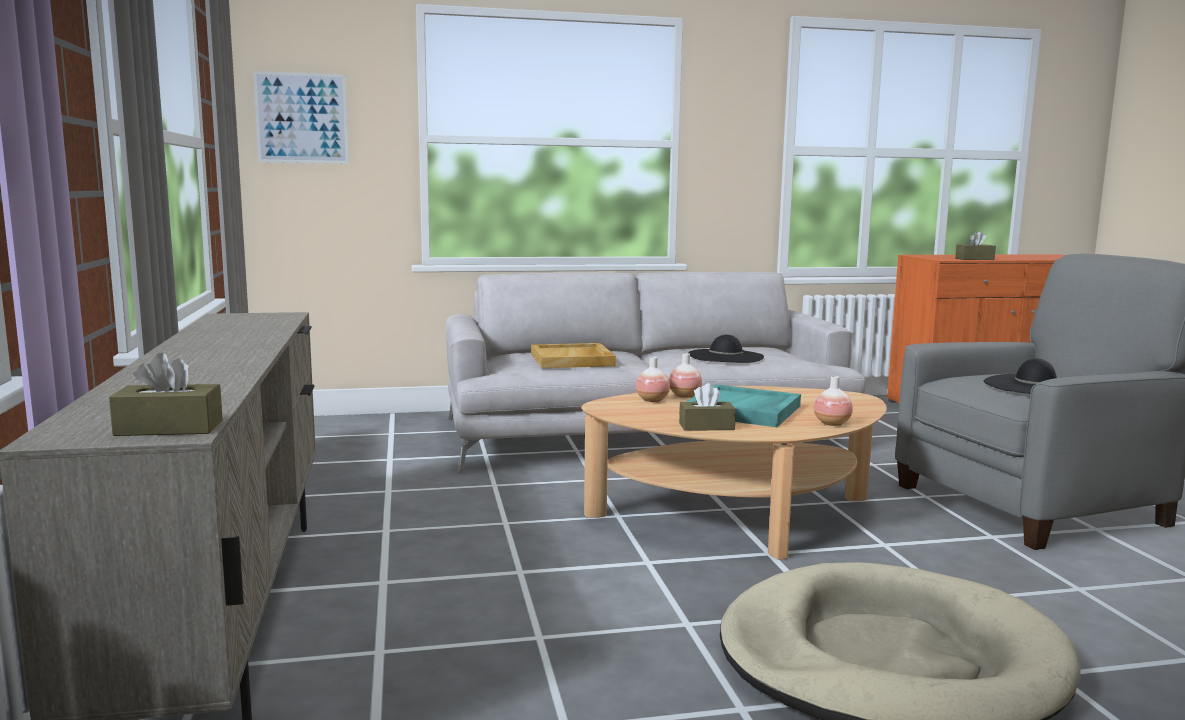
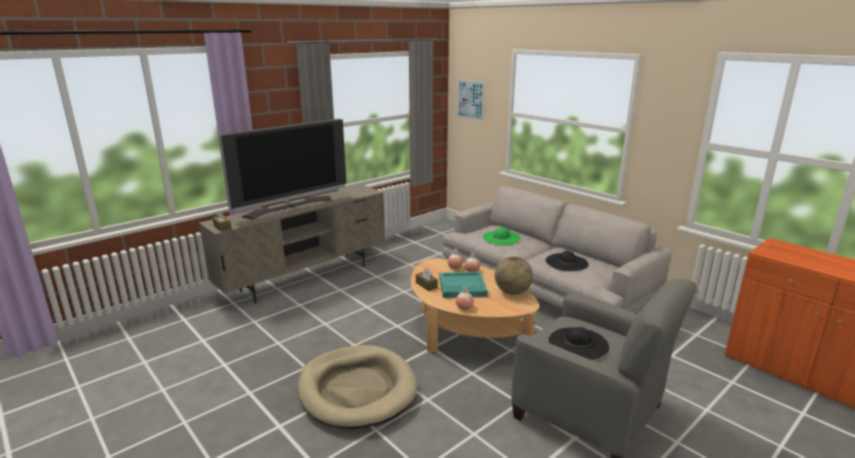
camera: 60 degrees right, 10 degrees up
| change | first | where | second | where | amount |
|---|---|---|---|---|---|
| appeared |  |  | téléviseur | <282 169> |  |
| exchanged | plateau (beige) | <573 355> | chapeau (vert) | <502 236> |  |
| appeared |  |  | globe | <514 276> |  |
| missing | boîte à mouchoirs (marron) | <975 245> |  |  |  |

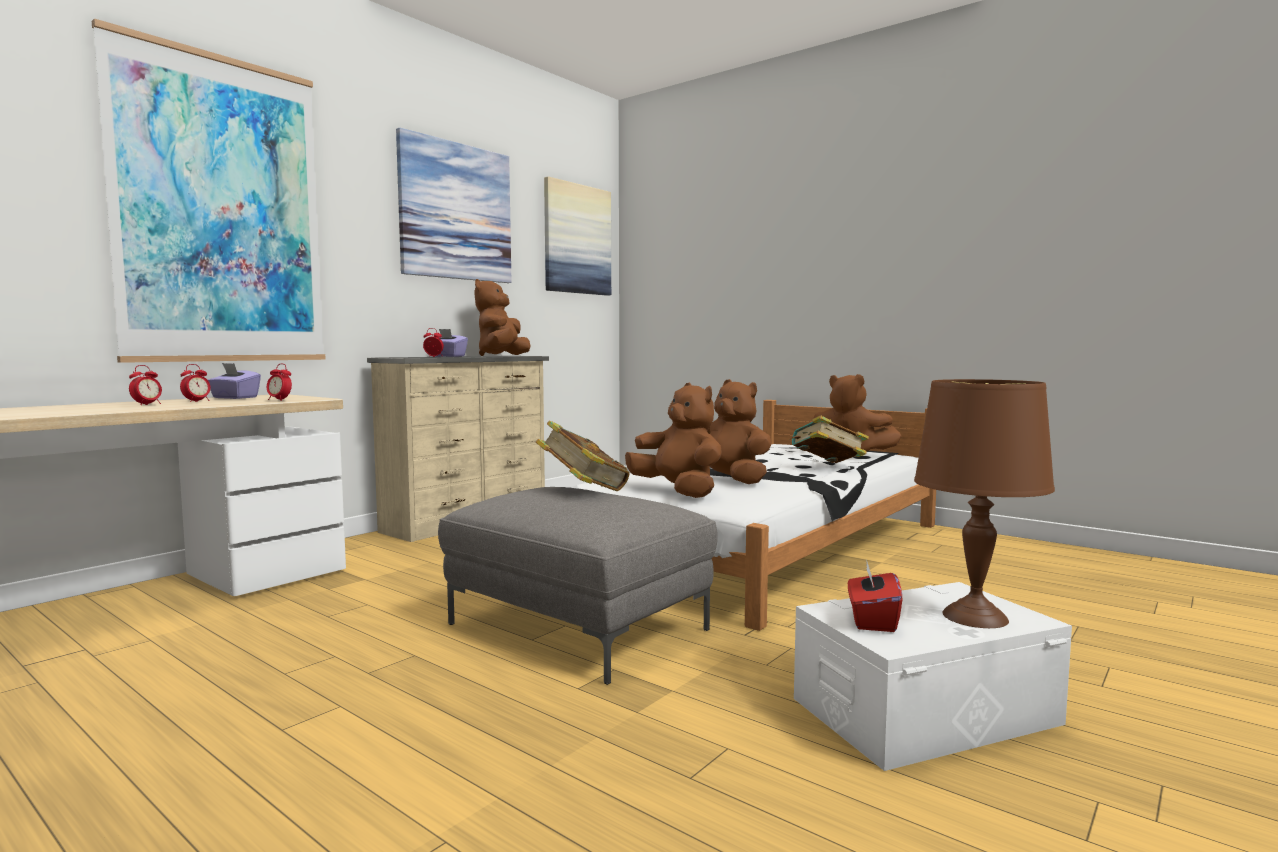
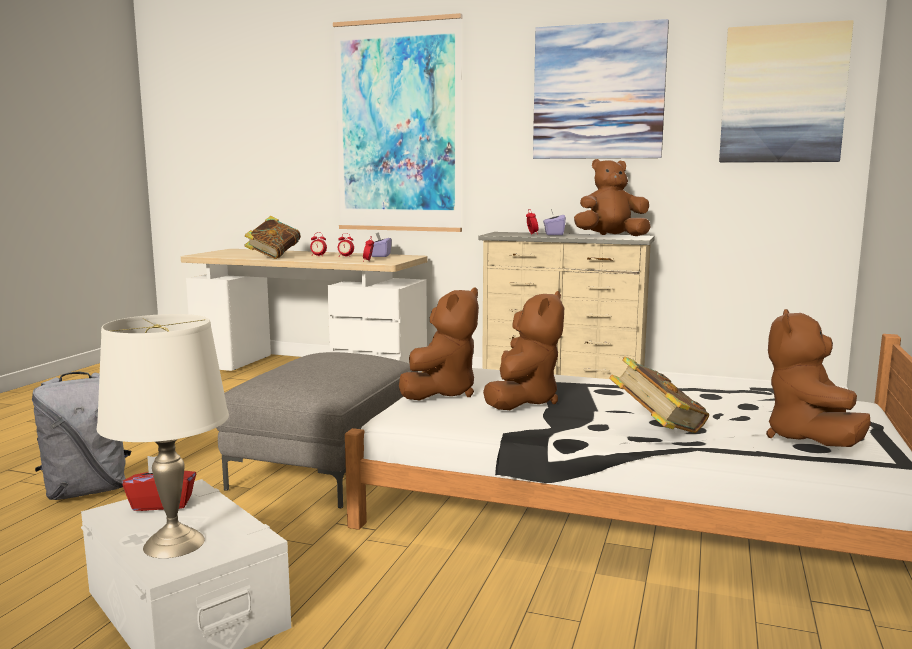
camera: 70 degrees right, 5 degrees up
| change | first | where | second | where | amount |
|---|---|---|---|---|---|
| appeared |  |  | sac à dos (gris) | <81 436> |  |
| colour | lampe de table (marron) | <984 503> | lampe de table (blanc) | <163 436> |  |
| relocated | livre | <583 455> |  | <272 237> |  |

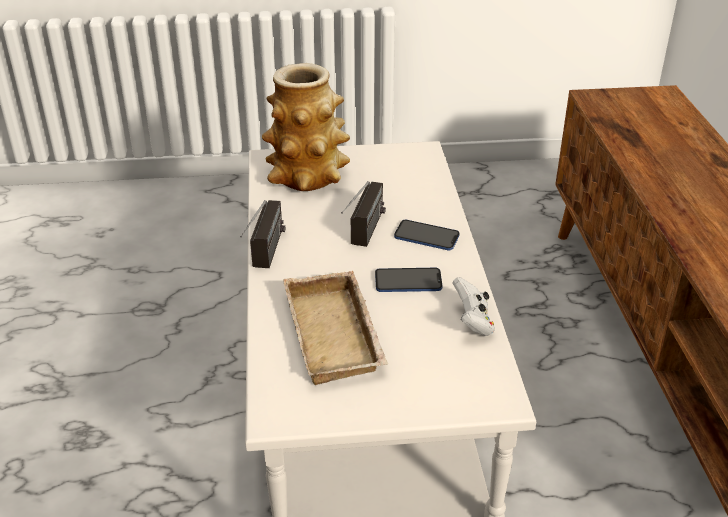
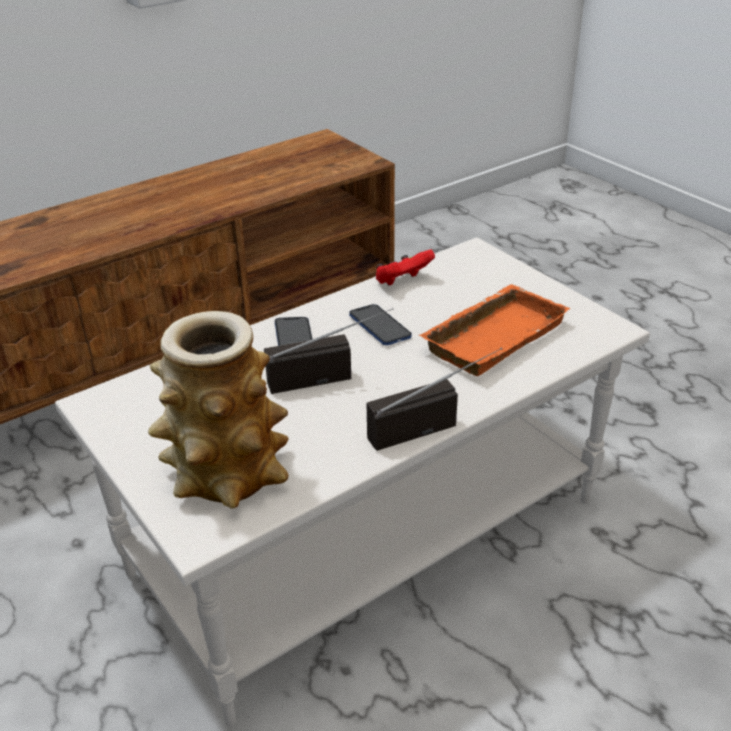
camera: 120 degrees left, 0 degrees up
| change | first | where | second | where | amount |
|---|---|---|---|---|---|
| colour | manette (blanc) | <474 306> | manette (rouge) | <405 267> |  |
| colour | plateau (beige) | <335 328> | plateau (orange) | <494 330> |  |

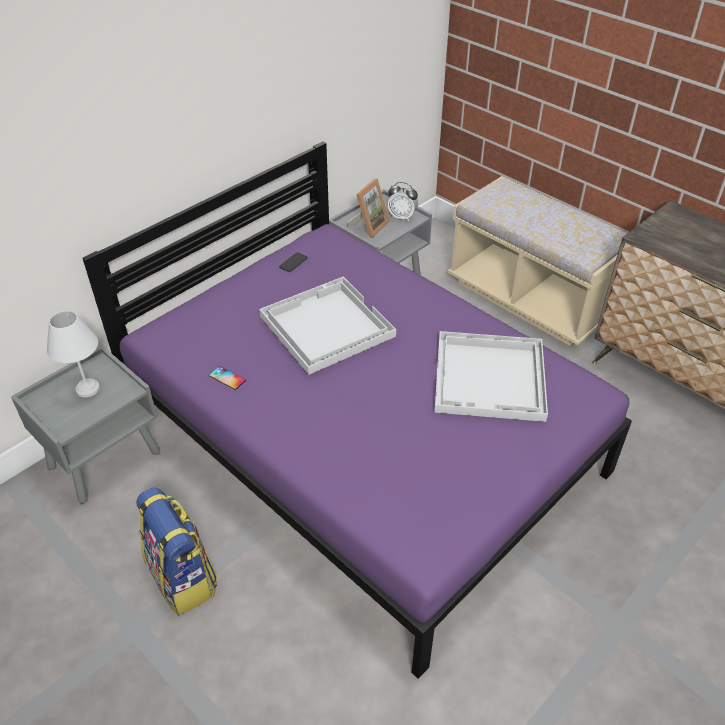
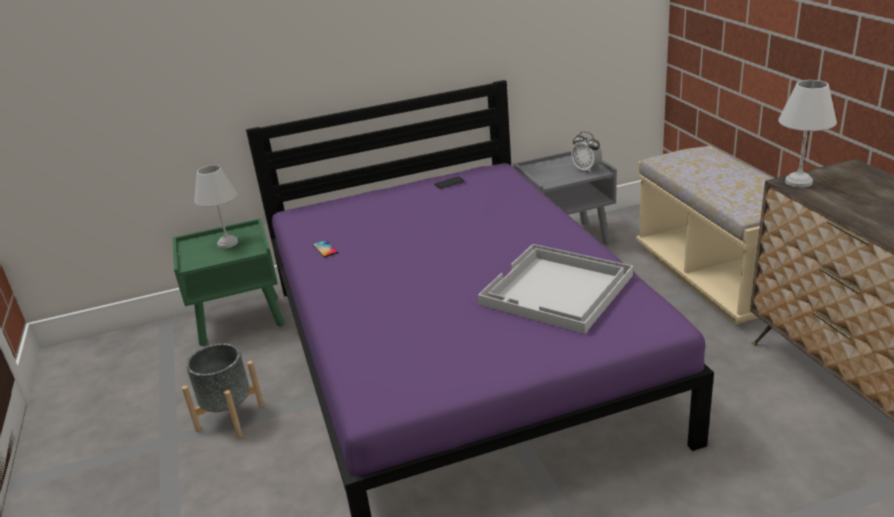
camera: 30 degrees right, 15 degrees down
| change | first | where | second | where | amount |
|---|---|---|---|---|---|
| colour | table de chevet (gris) | <85 424> | table de chevet (vert) | <228 282> |  |
| exchanged | sac à dos | <176 551> | cache-pot (gris) | <223 390> |  |
| appeared |  |  | lampe de table (blanc) | <807 134> |  |
| missing | plateau (blanc) | <327 326> |  |  |  |
| missing | cadre photo | <368 208> |  |  |  |

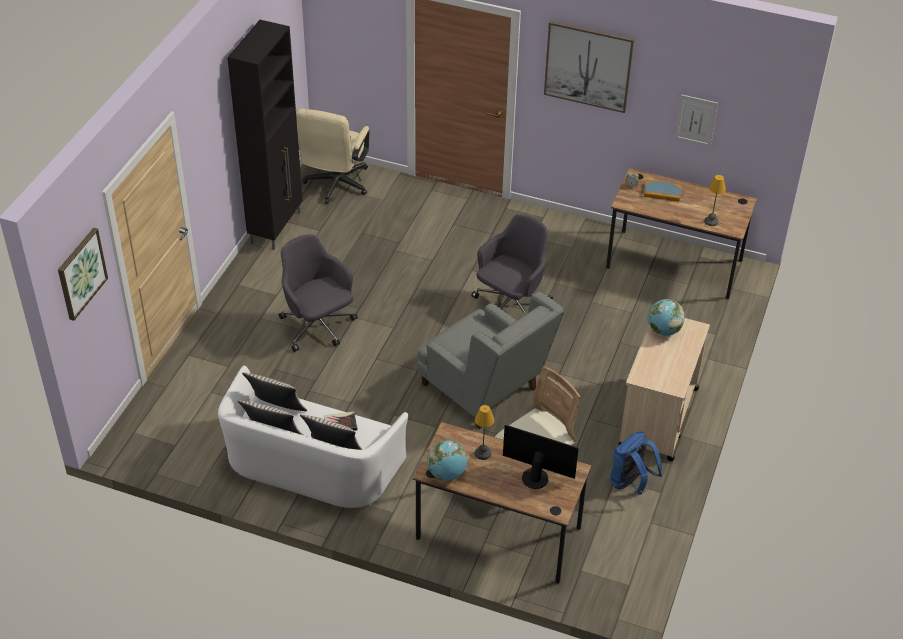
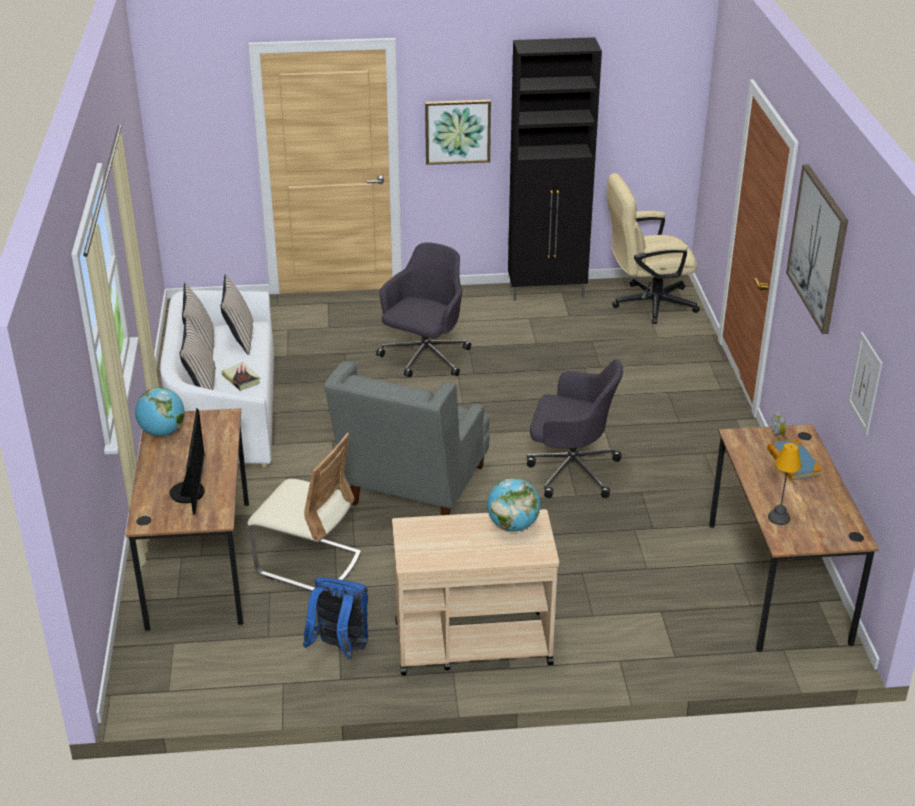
camera: 65 degrees right, 10 degrees down
| change | first | where | second | where | amount |
|---|---|---|---|---|---|
| relocated | tableau | <83 274> |  | <458 132> |  |
| missing | lampe de table | <484 432> |  |  |  |

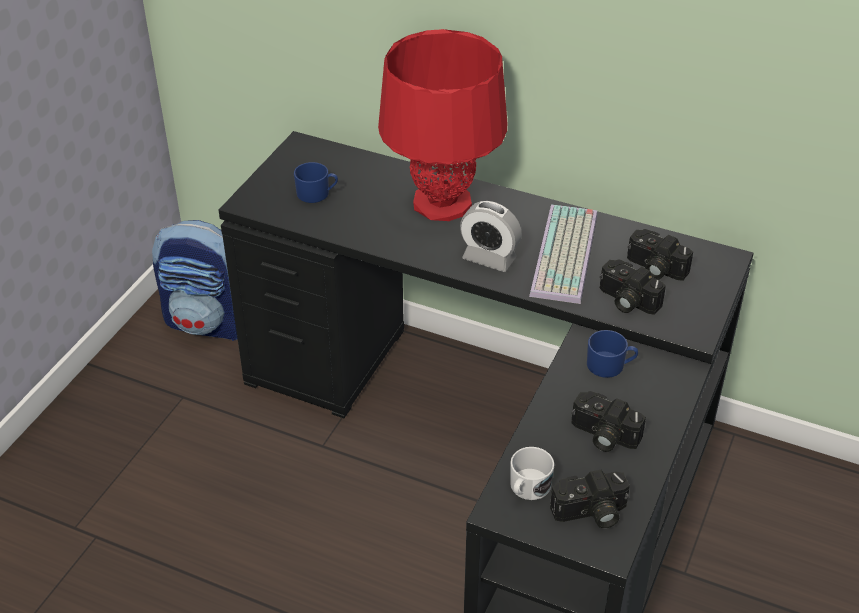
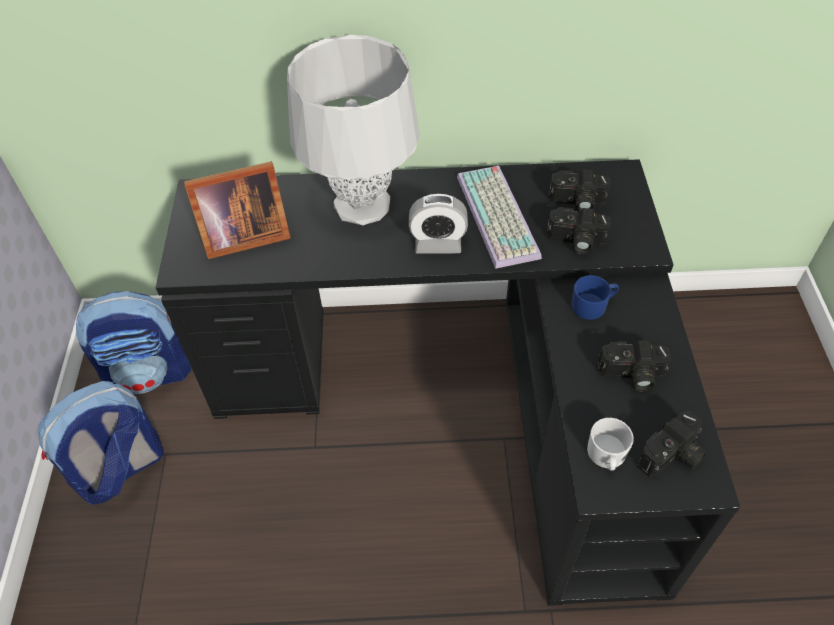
camera: 25 degrees left, 10 degrees up
| change | first | where | second | where | amount |
|---|---|---|---|---|---|
| appeared |  |  | sac à dos | <101 443> |  |
| exchanged | mug (bleu) | <316 182> | cadre photo | <237 210> |  |
| colour | lampe de table (rouge) | <442 125> | lampe de table (gris) | <353 130> |  |

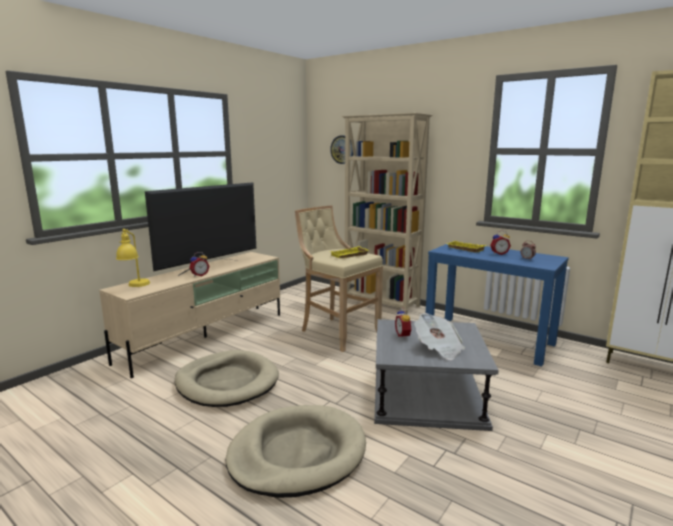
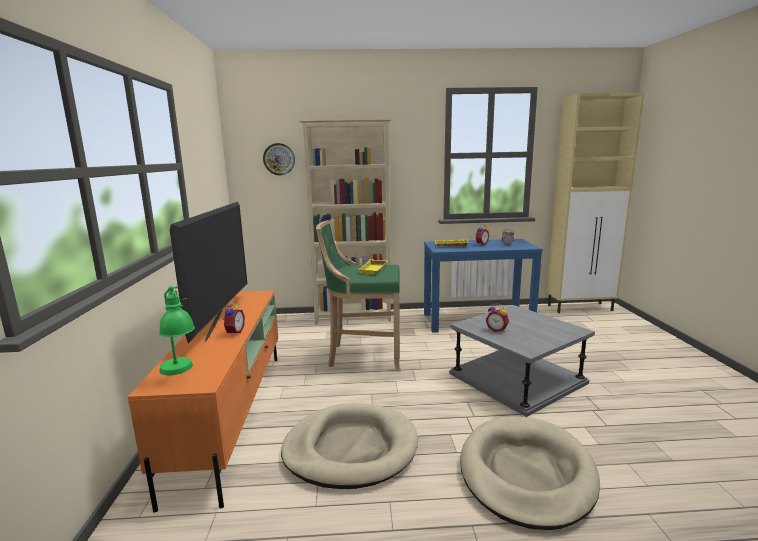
camera: 40 degrees left, 0 degrees up
| change | first | where | second | where | amount |
|---|---|---|---|---|---|
| colour | meuble télé (beige) | <189 315> | meuble télé (orange) | <203 402> |  |
| colour | lampe de table (jaune) | <133 258> | lampe de table (vert) | <177 330> |  |
| colour | tabouret (beige) | <339 279> | tabouret (vert) | <358 295> |  |
| missing | journal | <439 336> |  |  |  |

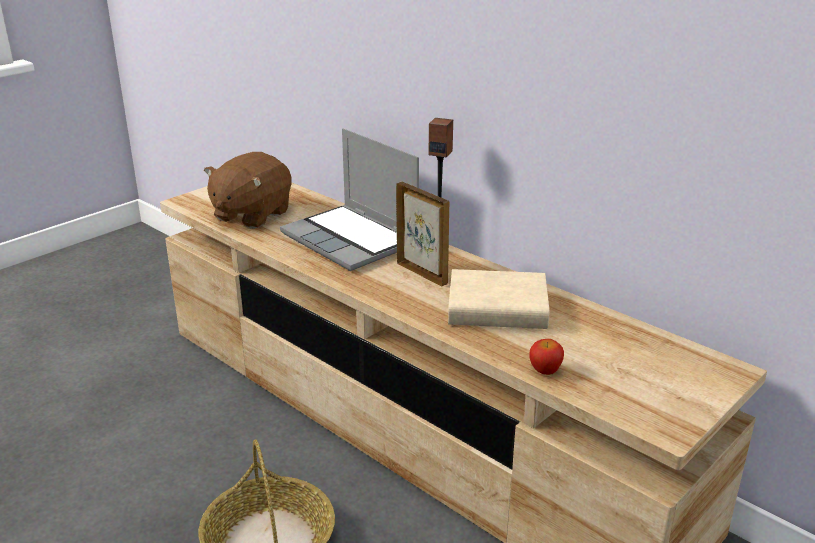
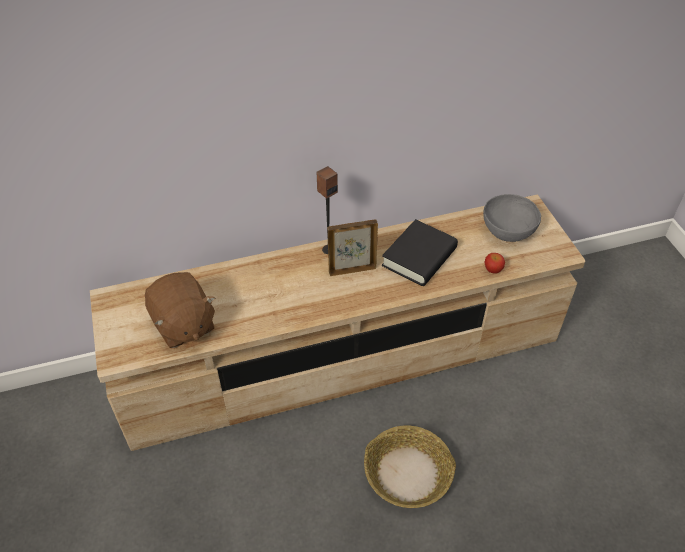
camera: 60 degrees left, 20 degrees up
| change | first | where | second | where | amount |
|---|---|---|---|---|---|
| colour | livre (beige) | <498 299> | livre (noir) | <420 252> |  |
| appeared |  |  | bol (gris) | <512 218> |  |
| missing | ordinateur portable | <349 199> |  |  |  |

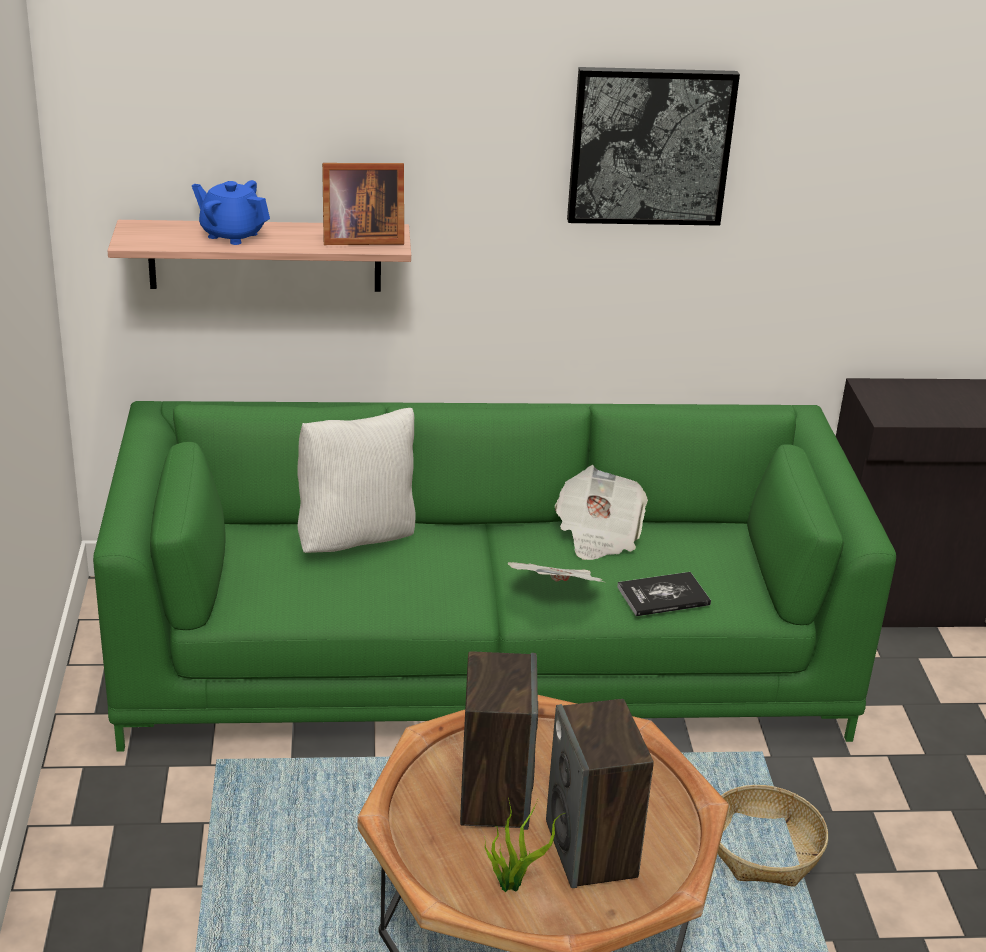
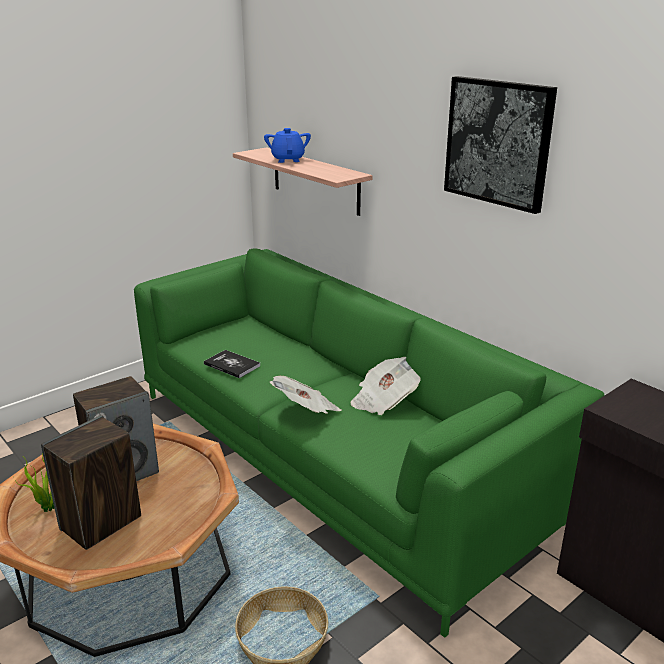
camera: 55 degrees right, 5 degrees down
| change | first | where | second | where | amount |
|---|---|---|---|---|---|
| relocated | livre | <664 594> |  | <232 364> |  |
| missing | coussin (blanc) | <357 480> |  |  |  |
| missing | cadre photo | <363 204> |  |  |  |

